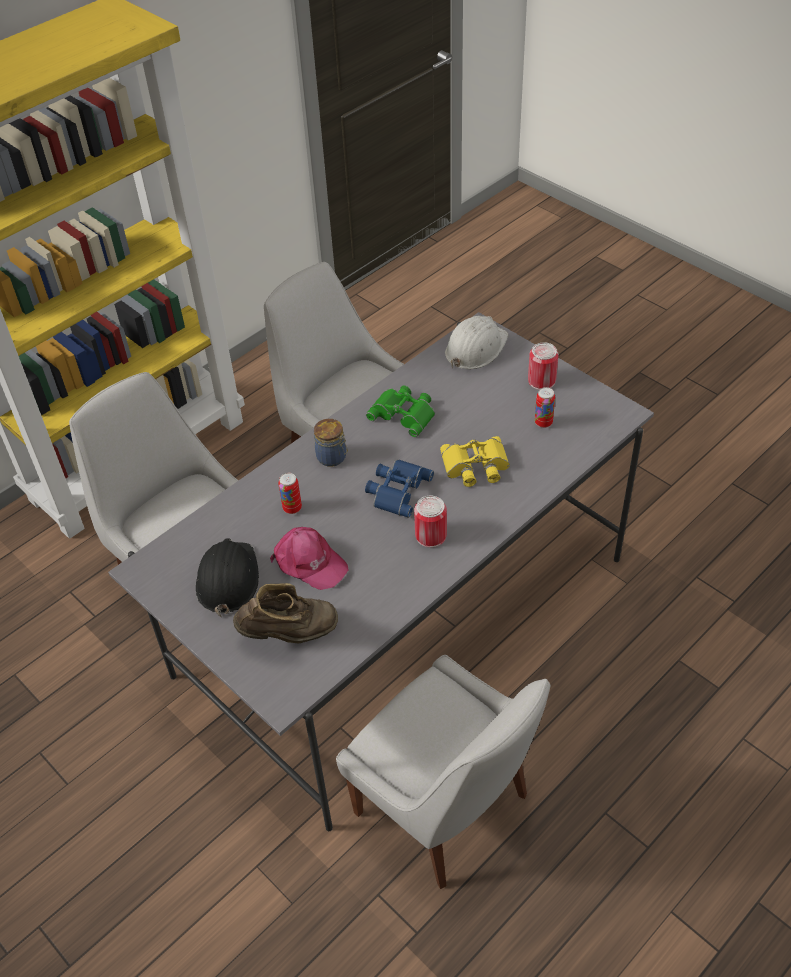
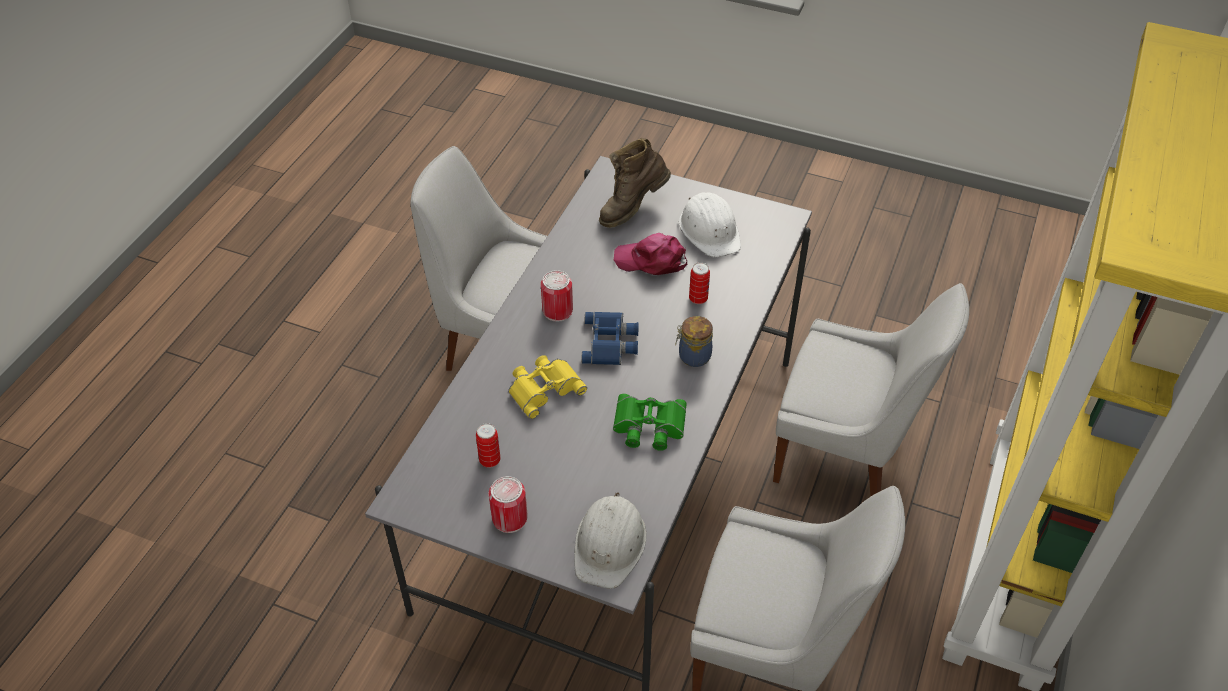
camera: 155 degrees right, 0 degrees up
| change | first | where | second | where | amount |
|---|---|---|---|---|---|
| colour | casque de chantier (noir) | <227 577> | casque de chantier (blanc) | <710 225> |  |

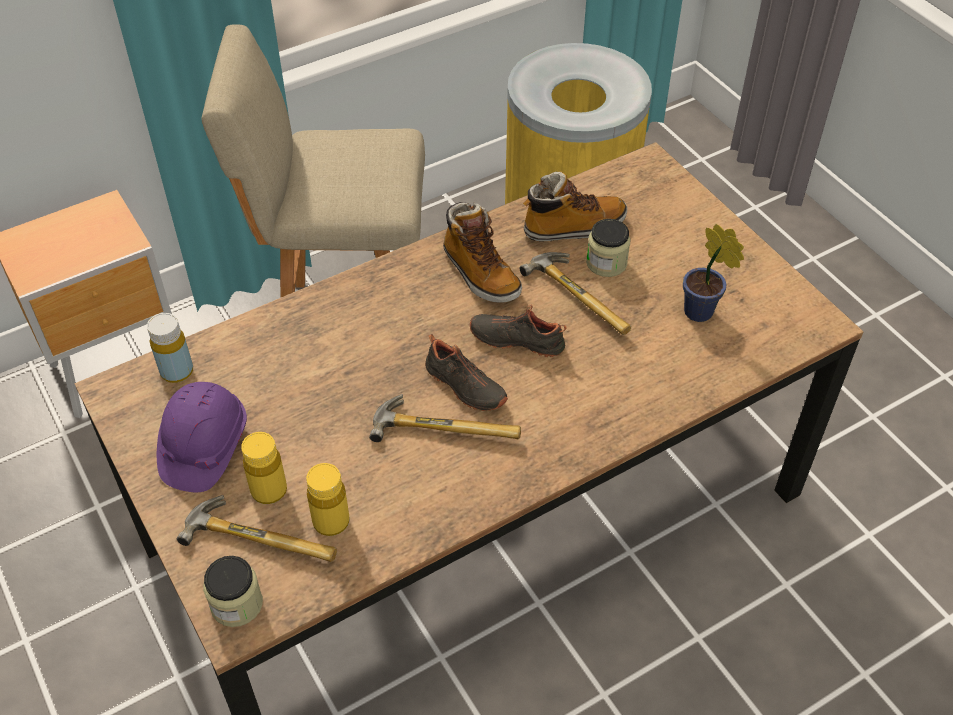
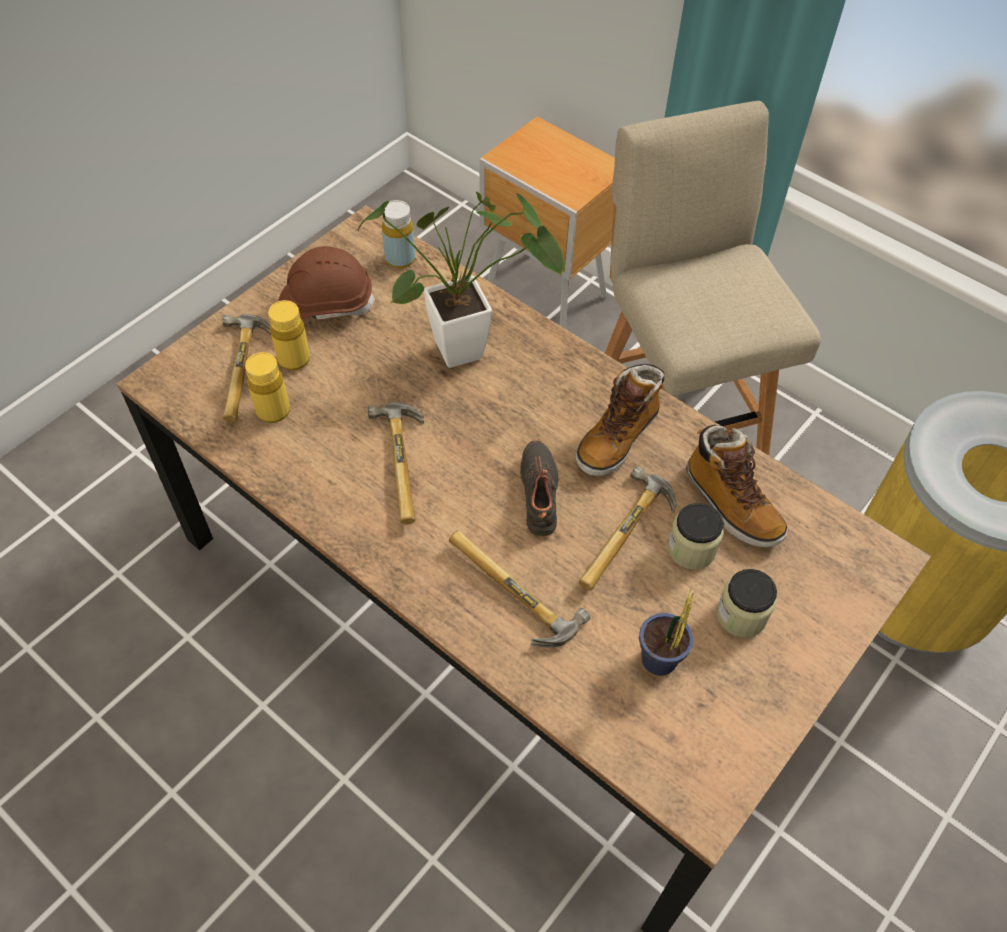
camera: 70 degrees right, 5 degrees up
| change | first | where | second | where | amount |
|---|---|---|---|---|---|
| colour | casque de chantier (violet) | <202 437> | casque de chantier (marron) | <326 283> |  |
| appeared |  |  | plante en pot | <461 280> |  |
| appeared |  |  | marteau | <519 589> |  |
| relocated | bocal | <233 591> |  | <746 603> |  |
| missing | chaussure (noir) | <466 372> |  |  |  |

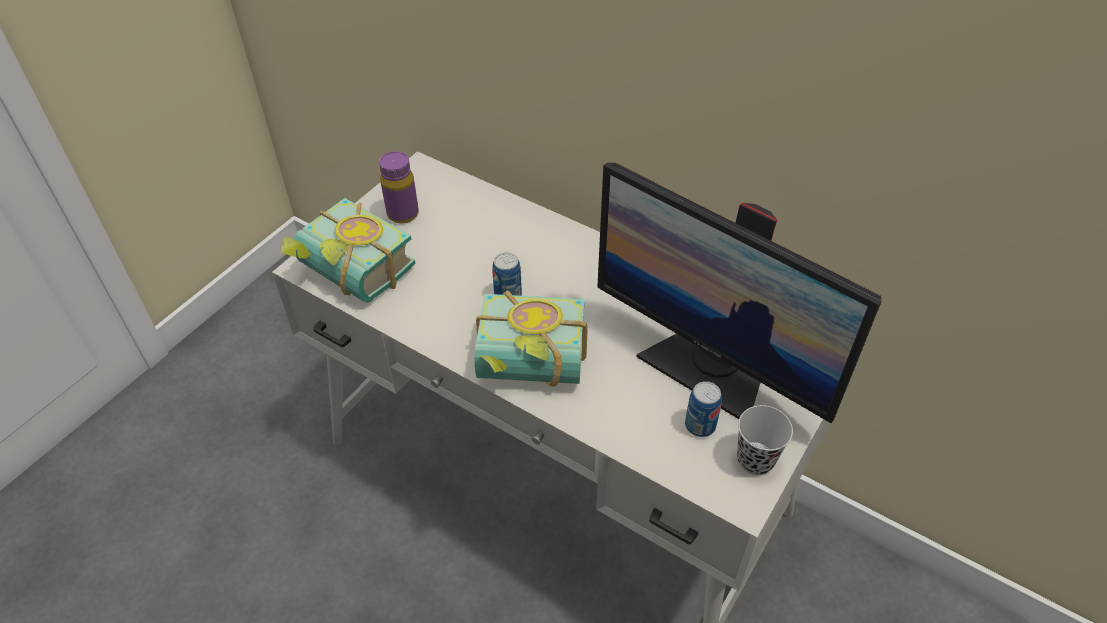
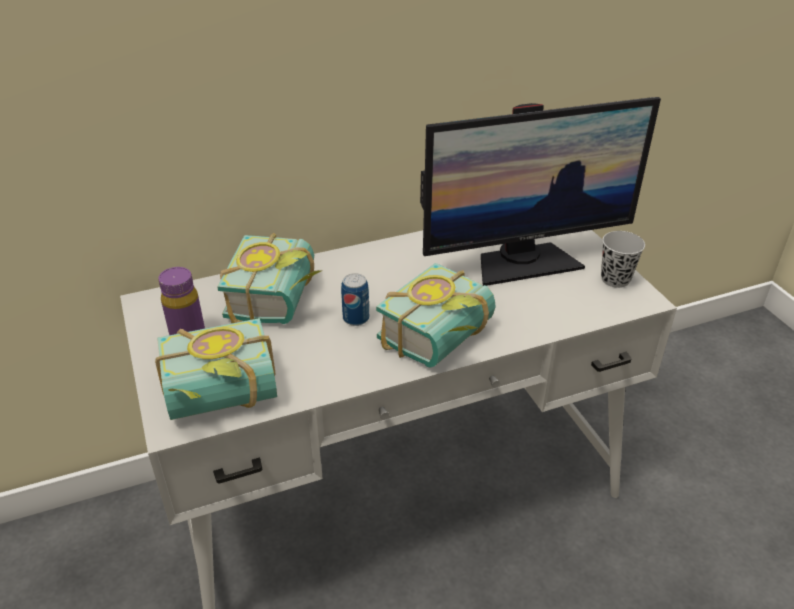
camera: 55 degrees left, 10 degrees down
| change | first | where | second | where | amount |
|---|---|---|---|---|---|
| appeared |  |  | livre | <269 278> |  |
| missing | boîte métallique | <703 409> |  |  |  |

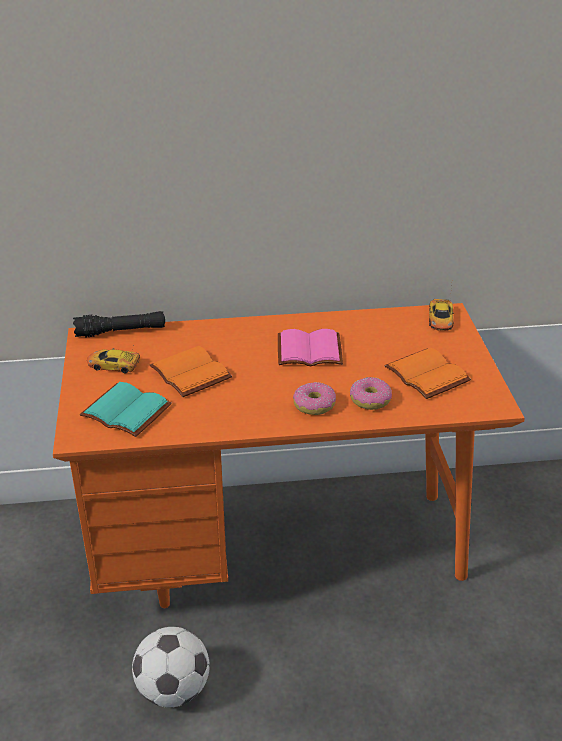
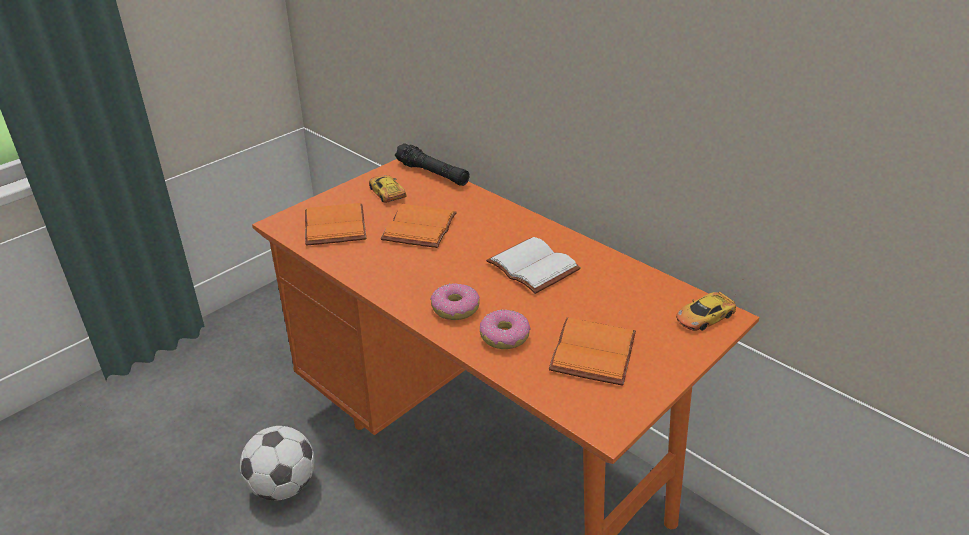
camera: 50 degrees right, 0 degrees up
| change | first | where | second | where | amount |
|---|---|---|---|---|---|
| colour | livre (turquoise) | <126 409> | livre (orange) | <335 224> |  |
| colour | livre (rose) | <310 347> | livre (blanc) | <533 265> |  |

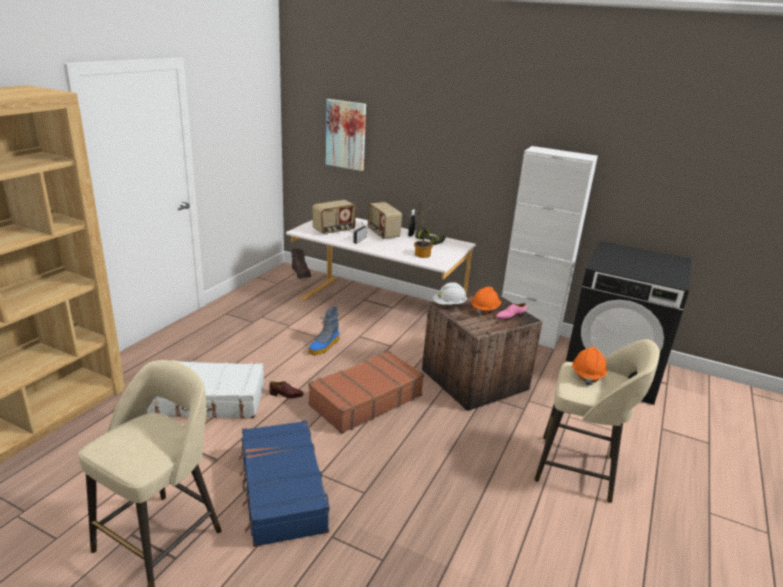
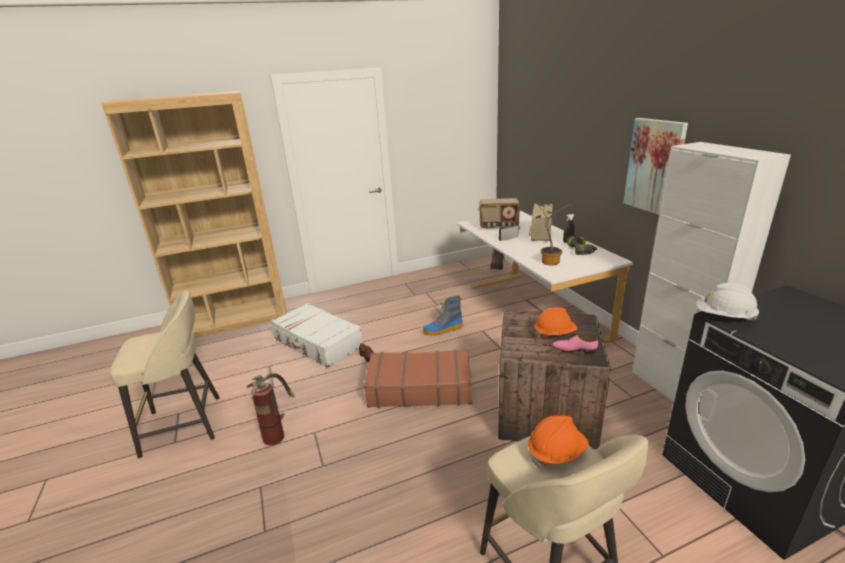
camera: 45 degrees right, 0 degrees up
| change | first | where | second | where | amount |
|---|---|---|---|---|---|
| exchanged | valise (bleu) | <284 483> | extincteur | <270 409> |  |
| relocated | tableau | <346 135> |  | <655 166> |  |
| relocated | casque de chantier (blanc) | <450 293> |  | <727 301> |  |

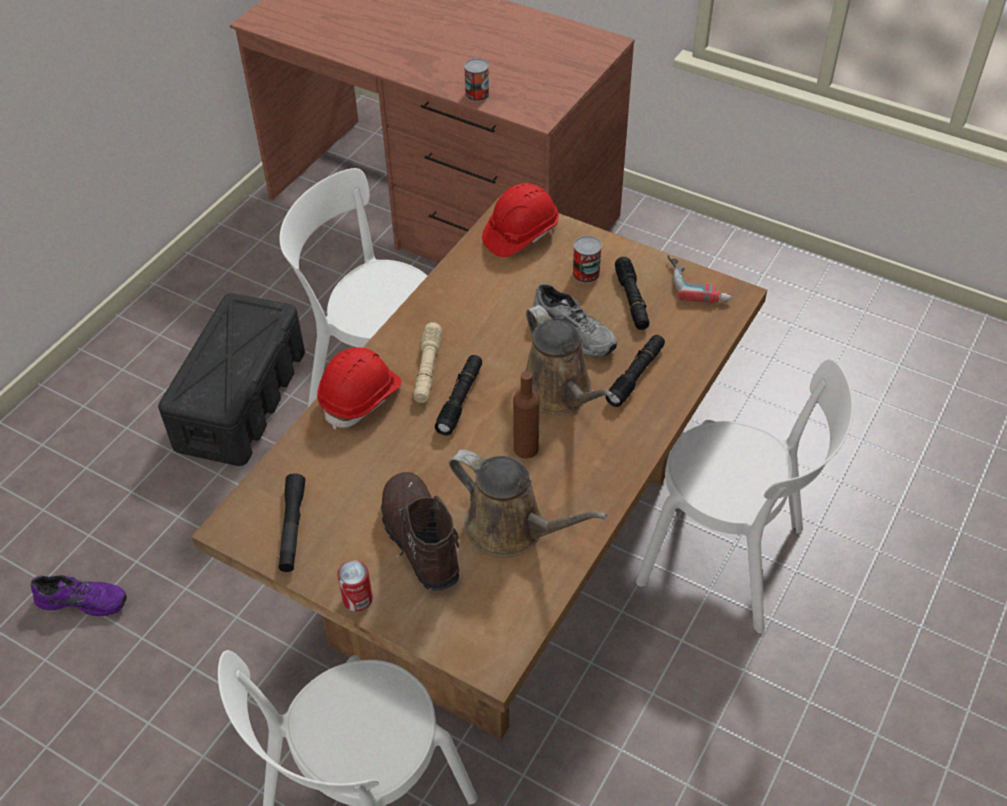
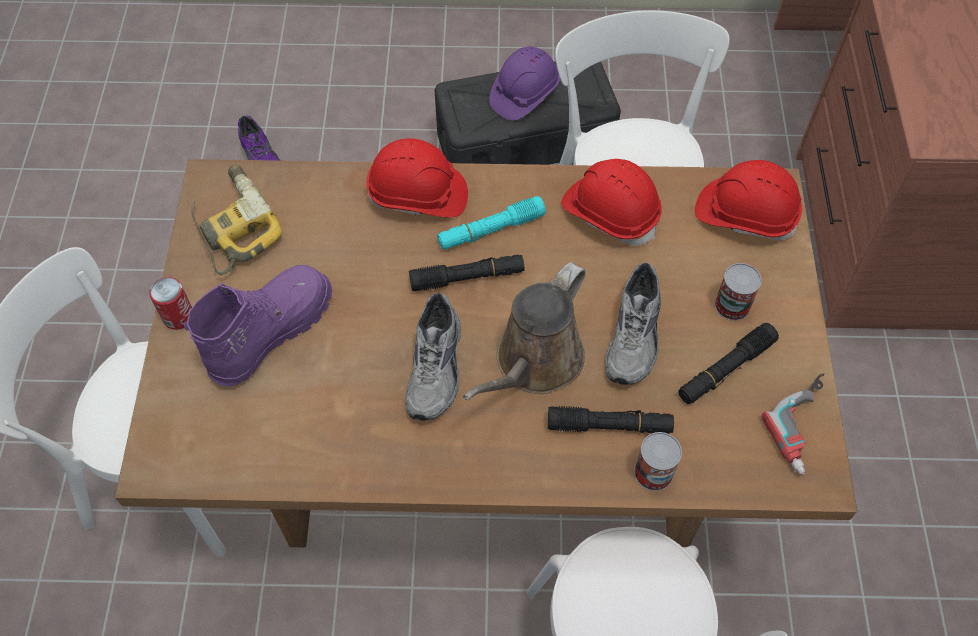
camera: 60 degrees right, 10 degrees up
| change | first | where | second | where | amount |
|---|---|---|---|---|---|
| colour | botte (marron) | <420 531> | botte (violet) | <258 326> |  |
| exchanged | lampe de poche (noir) | <291 522> | perceuse | <236 219> |  |
| exchanged | bouteille (marron) | <526 415> | chaussure (gris) | <433 356> |  |
| colour | lampe de poche (beige) | <428 362> | lampe de poche (turquoise) | <491 222> |  |
| appeared |  |  | casque de chantier (violet) | <524 84> |  |
| appeared |  |  | casque de chantier (rouge) | <611 202> |  |
| relocated | boîte métallique | <477 80> |  | <658 461> |  |
| missing | arrosoir (marron) | <528 504> |  |  |  |

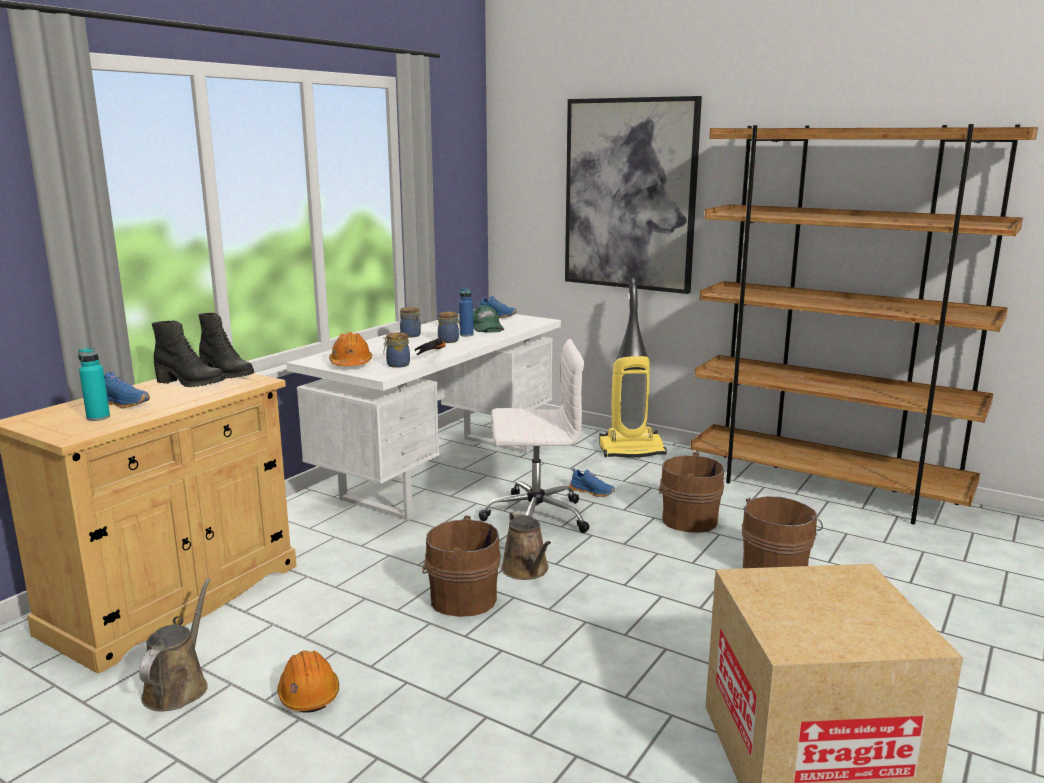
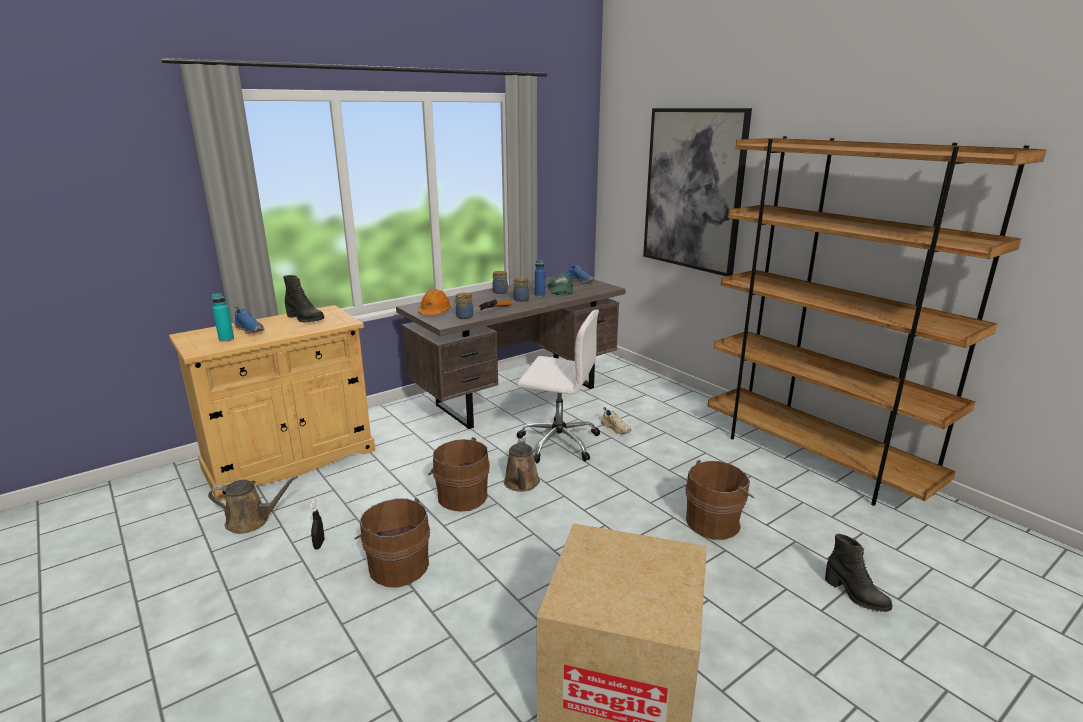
camera: 20 degrees right, 5 degrees up
| change | first | where | second | where | amount |
|---|---|---|---|---|---|
| spun | arrosoir (marron) | <174 644> |  | <253 505> | 60 degrees clockwise |
| exchanged | casque de chantier (orange) | <308 681> | vaporisateur (noir) | <316 525> |  |
| relocated | seau (marron) | <691 492> |  | <392 543> |  |
| colour | bureau (blanc) | <423 415> | bureau (marron) | <511 352> |  |
| colour | chaussure (bleu) | <592 482> | chaussure (beige) | <616 420> |  |
| relocated | botte (noir) | <226 345> |  | <859 573> |  |
| missing | aspirateur | <633 368> |  |  |  |

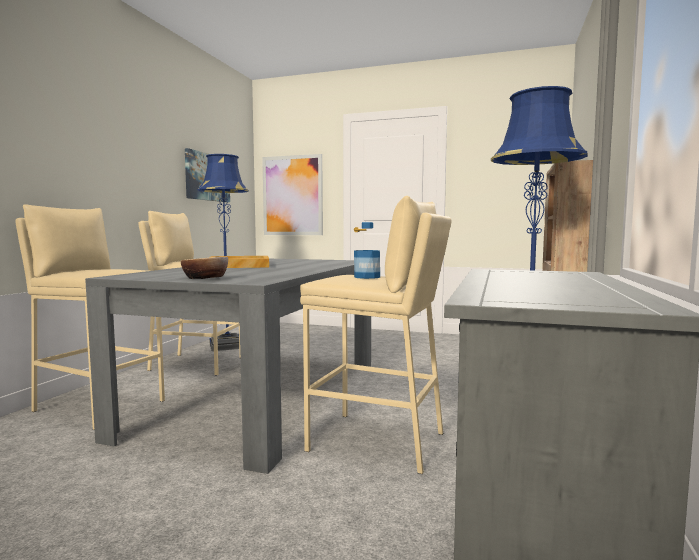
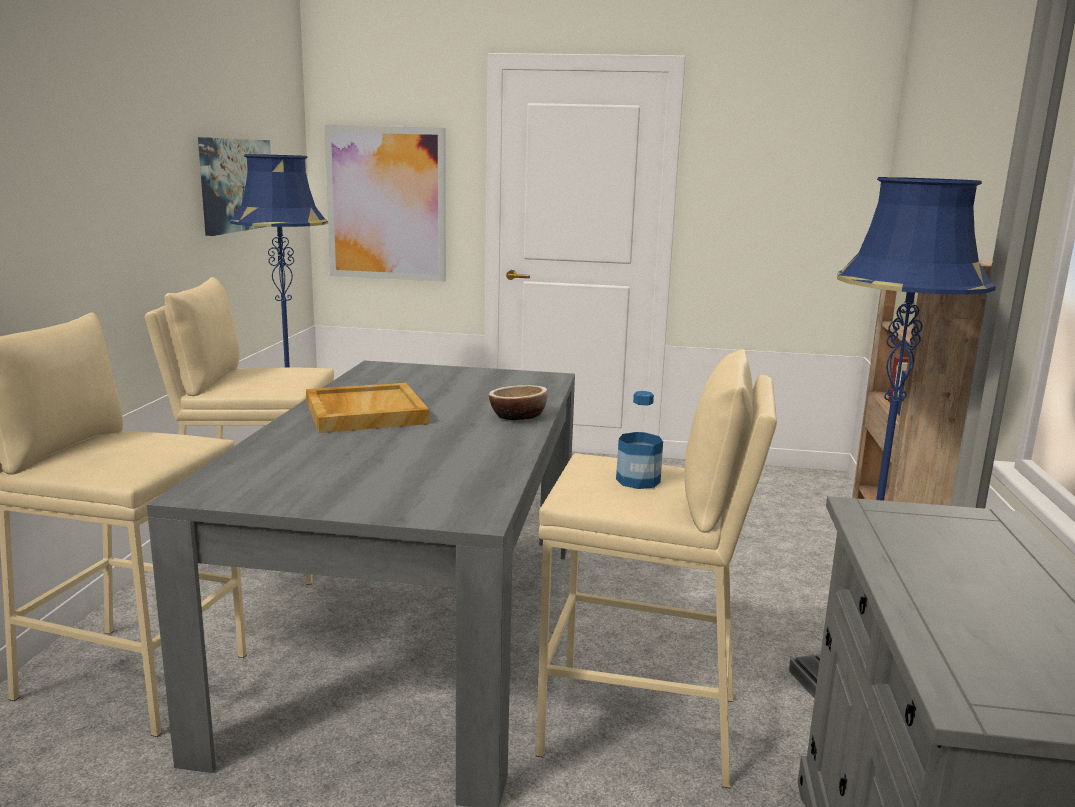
camera: 10 degrees left, 10 degrees up
| change | first | where | second | where | amount |
|---|---|---|---|---|---|
| relocated | bol | <204 268> |  | <518 402> |  |

